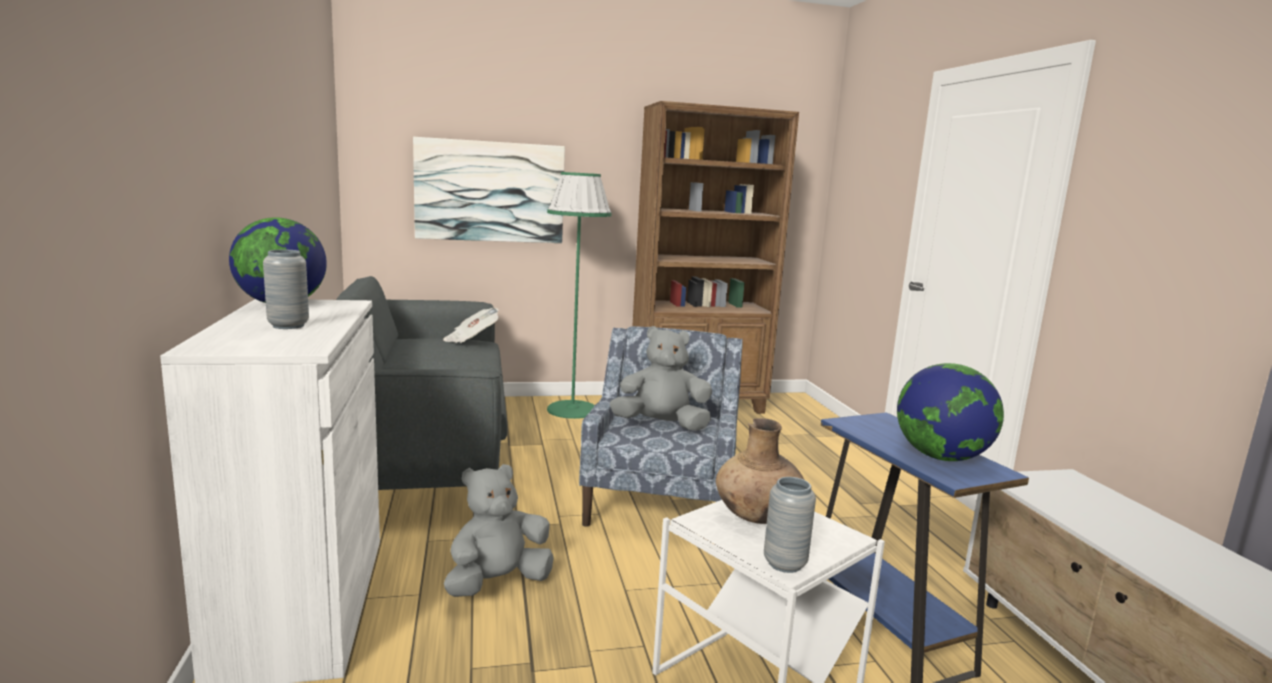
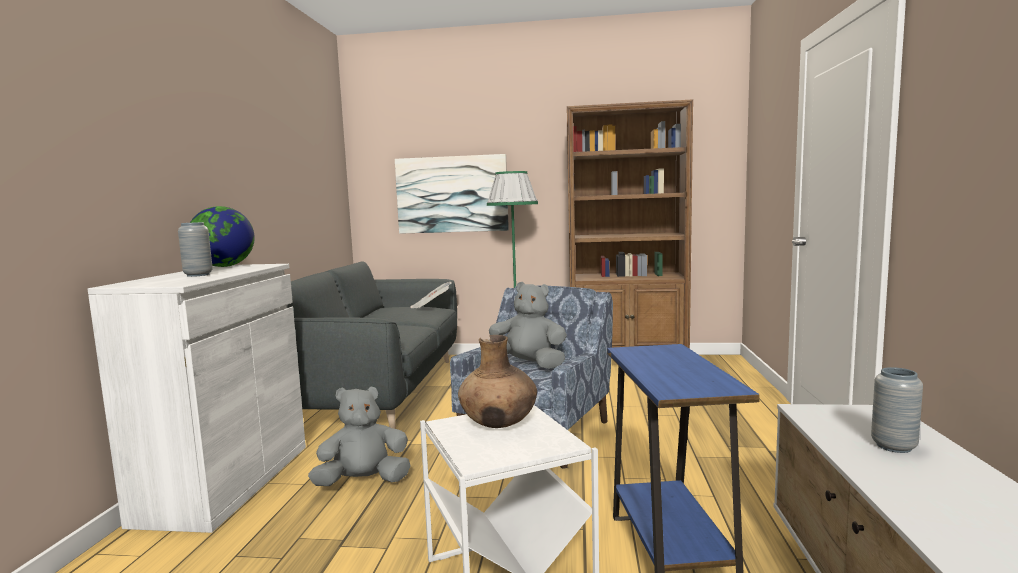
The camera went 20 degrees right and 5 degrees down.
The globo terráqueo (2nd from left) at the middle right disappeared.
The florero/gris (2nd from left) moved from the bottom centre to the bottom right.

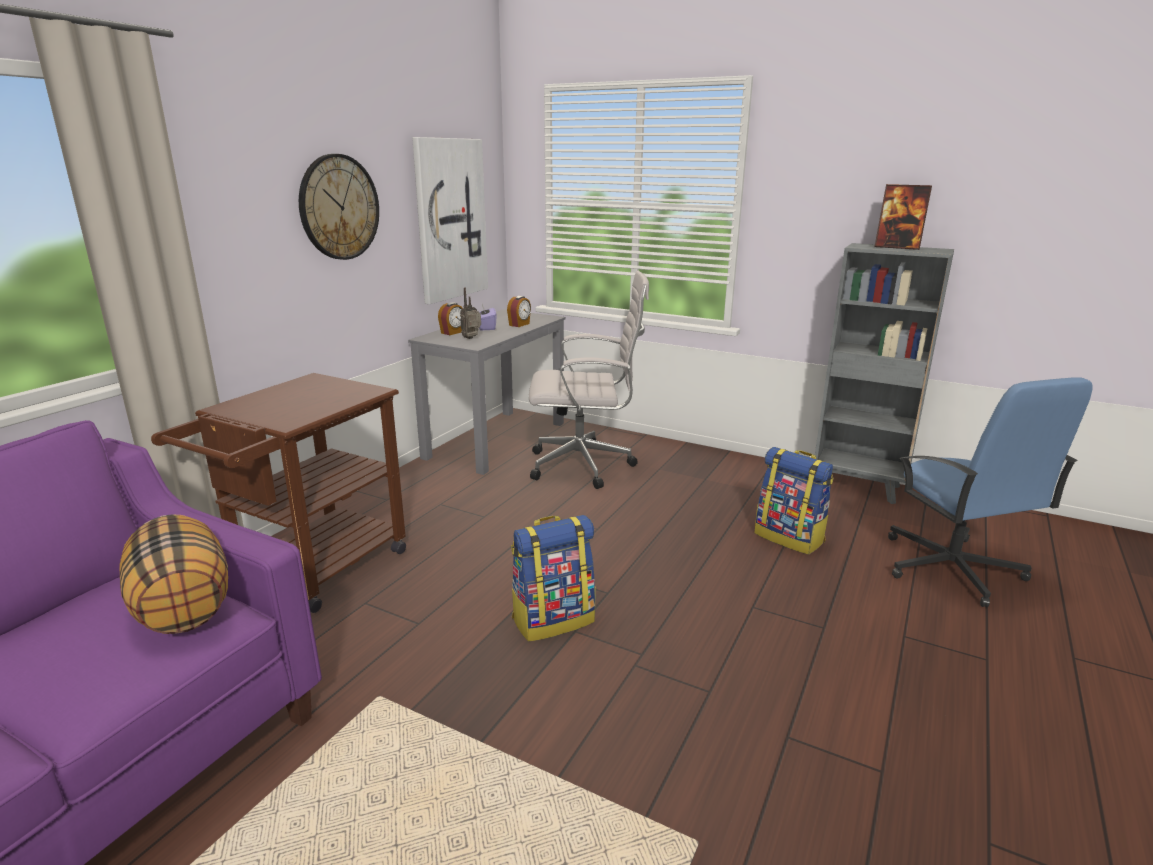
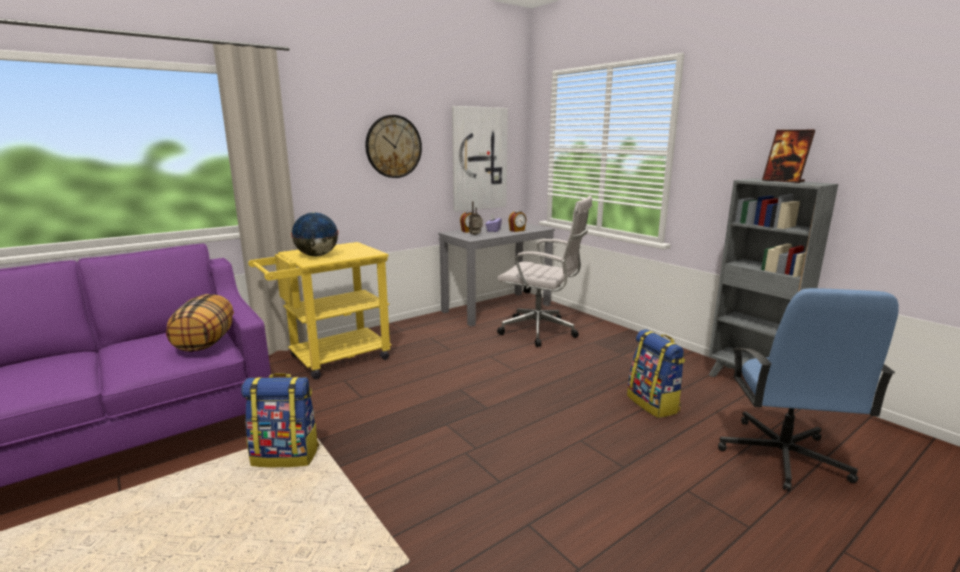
The camera went 25 degrees right and 5 degrees down.
The globo terráqueo at the middle left appeared.
The mochila (1st from left) moved from the bottom centre to the bottom left.
The carrito/marrón at the middle left became the carrito/amarillo at the centre.

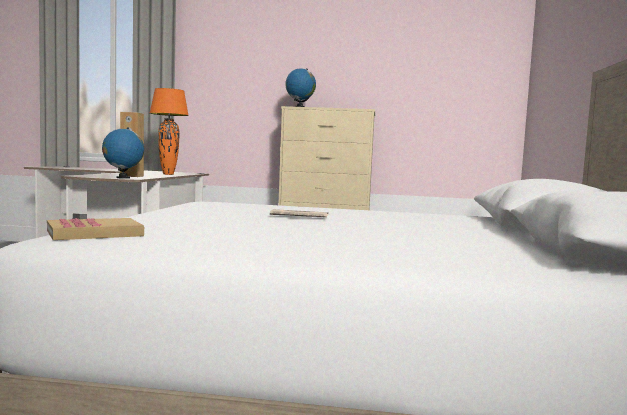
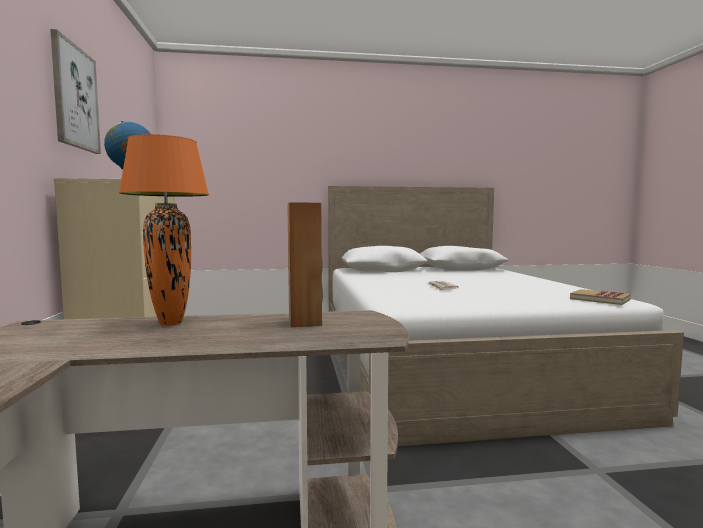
The camera went 105 degrees left and 0 degrees up.
The globo terráqueo (1st from left) at the middle left disappeared.
The cuadro at the top left appeared.

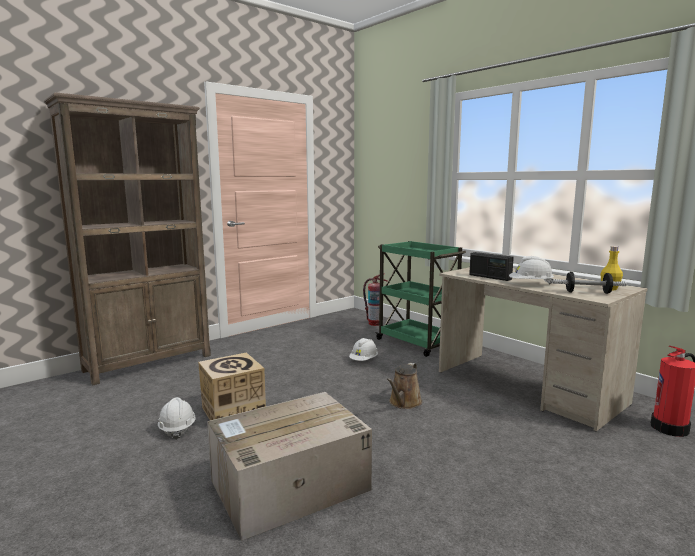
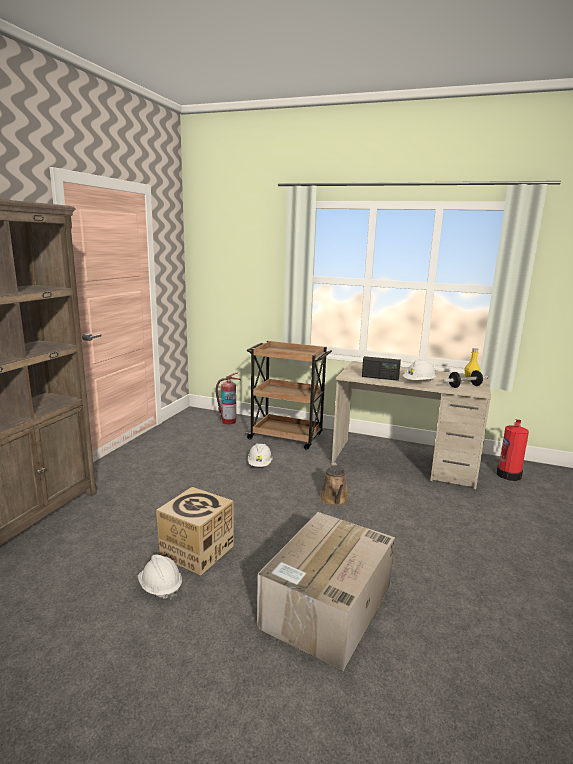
The camera went 30 degrees left and 5 degrees up.
The carrito/verde at the centre became the carrito/marrón at the centre.

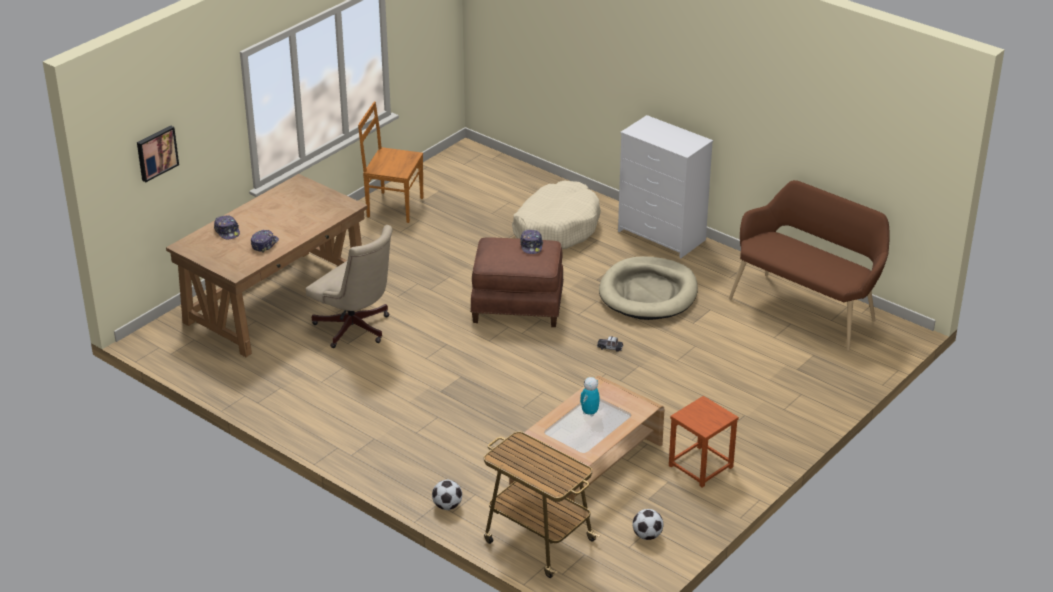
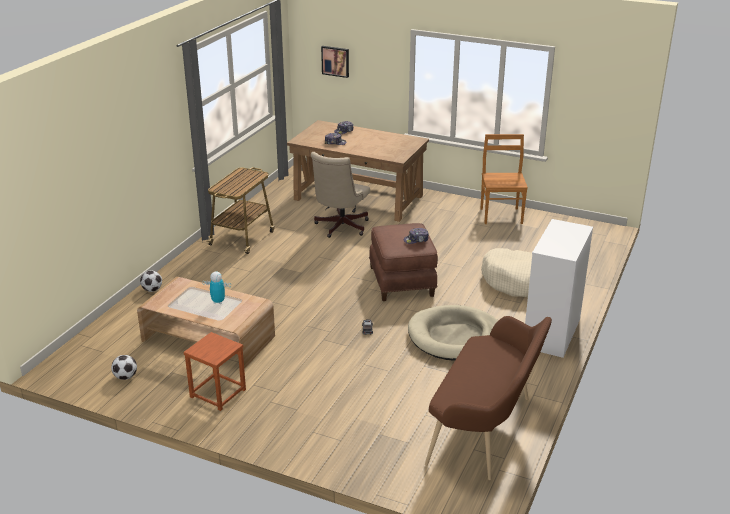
The camera went 75 degrees right and 5 degrees down.
The carrito moved from the bottom centre to the middle left.

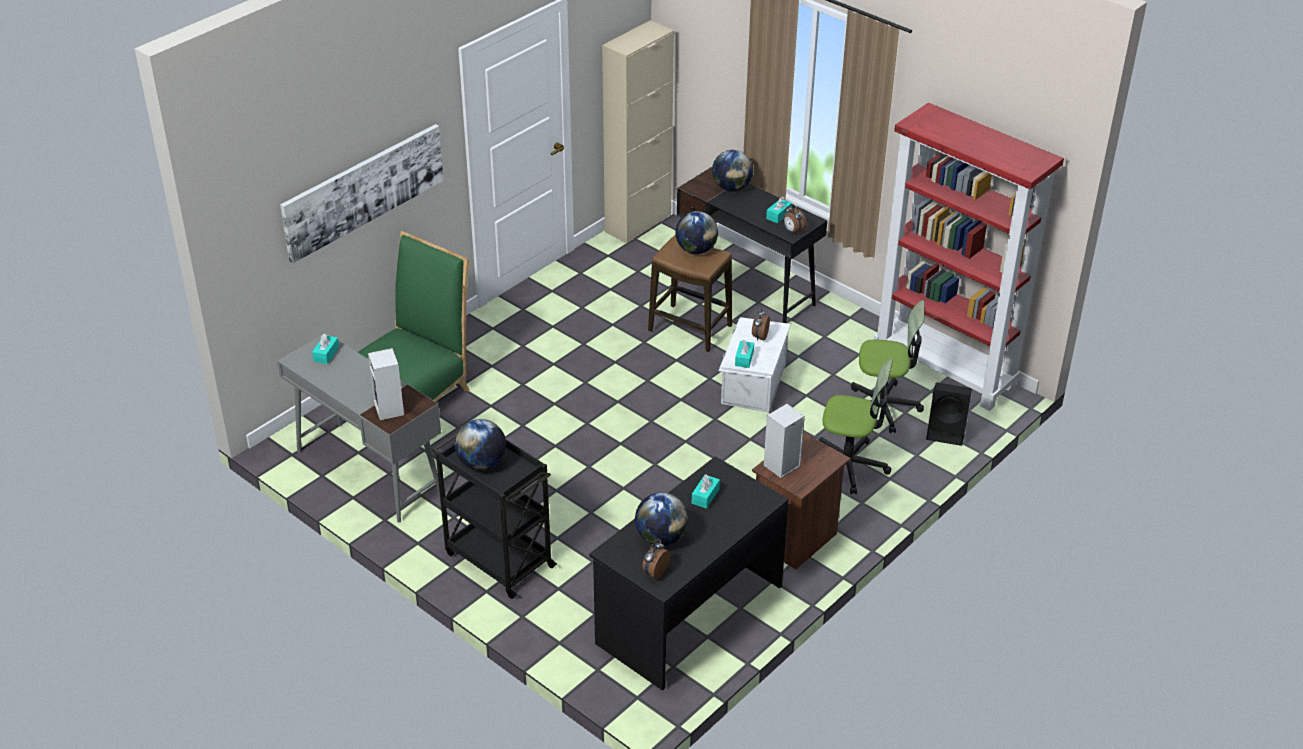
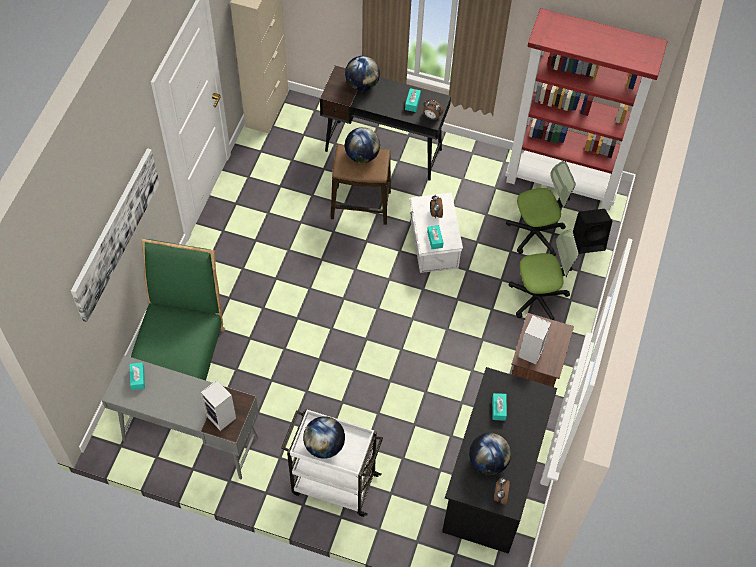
The camera went 25 degrees left and 20 degrees up.
The carrito/negro at the bottom centre became the carrito/blanco at the bottom centre.

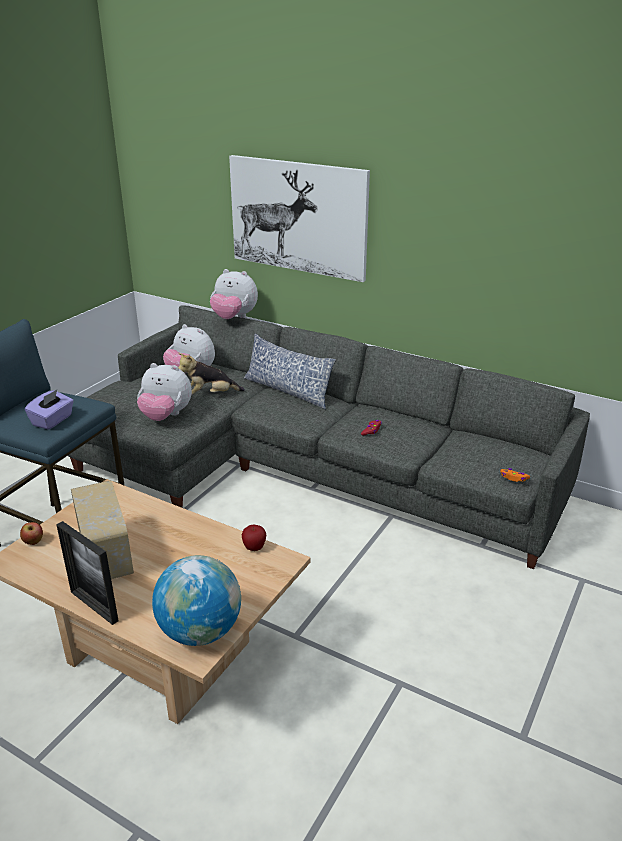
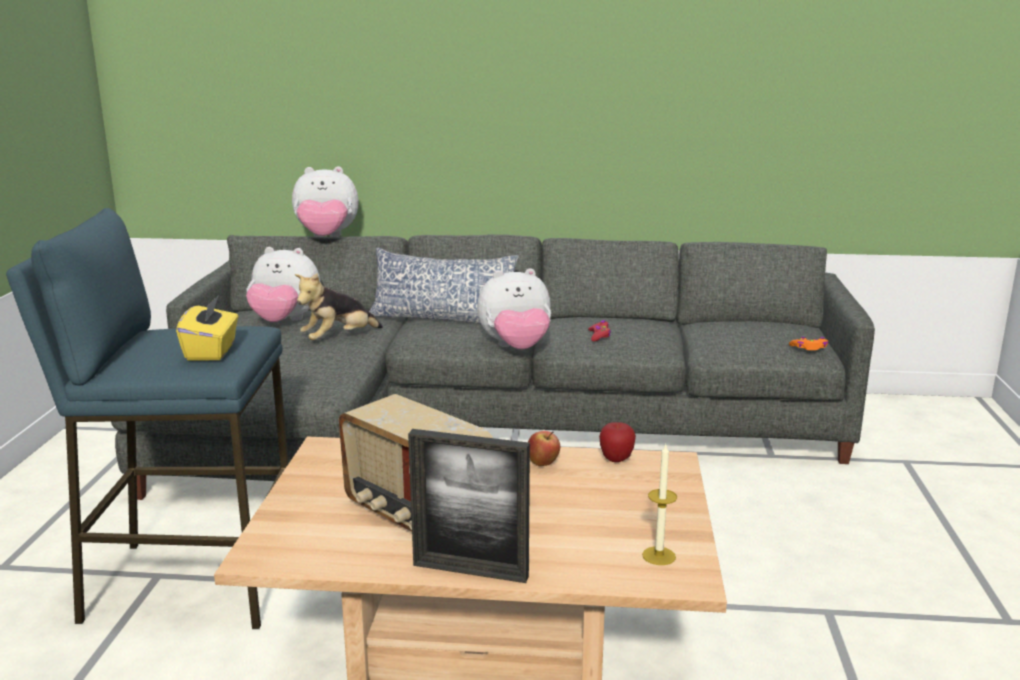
The camera went 25 degrees left and 10 degrees down.
The cuadro at the top centre disappeared.
The manzana (1st from left) moved from the middle left to the centre.
The peluche (1st from left in the first image) moved from the middle left to the centre.
The globo terráqueo at the bottom left was replaced by the vela at the bottom centre.
The caja de pañuelos/morado at the middle left became the caja de pañuelos/amarillo at the middle left.

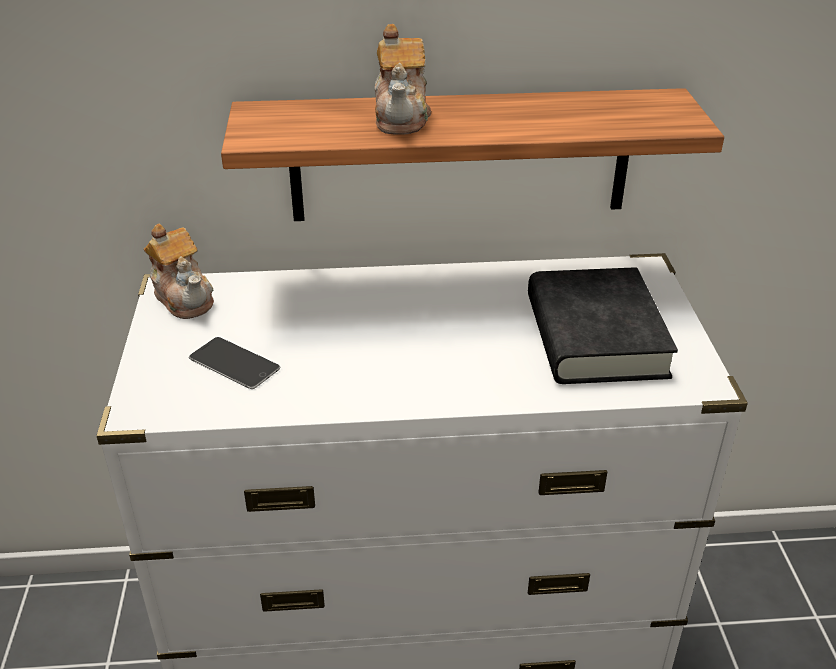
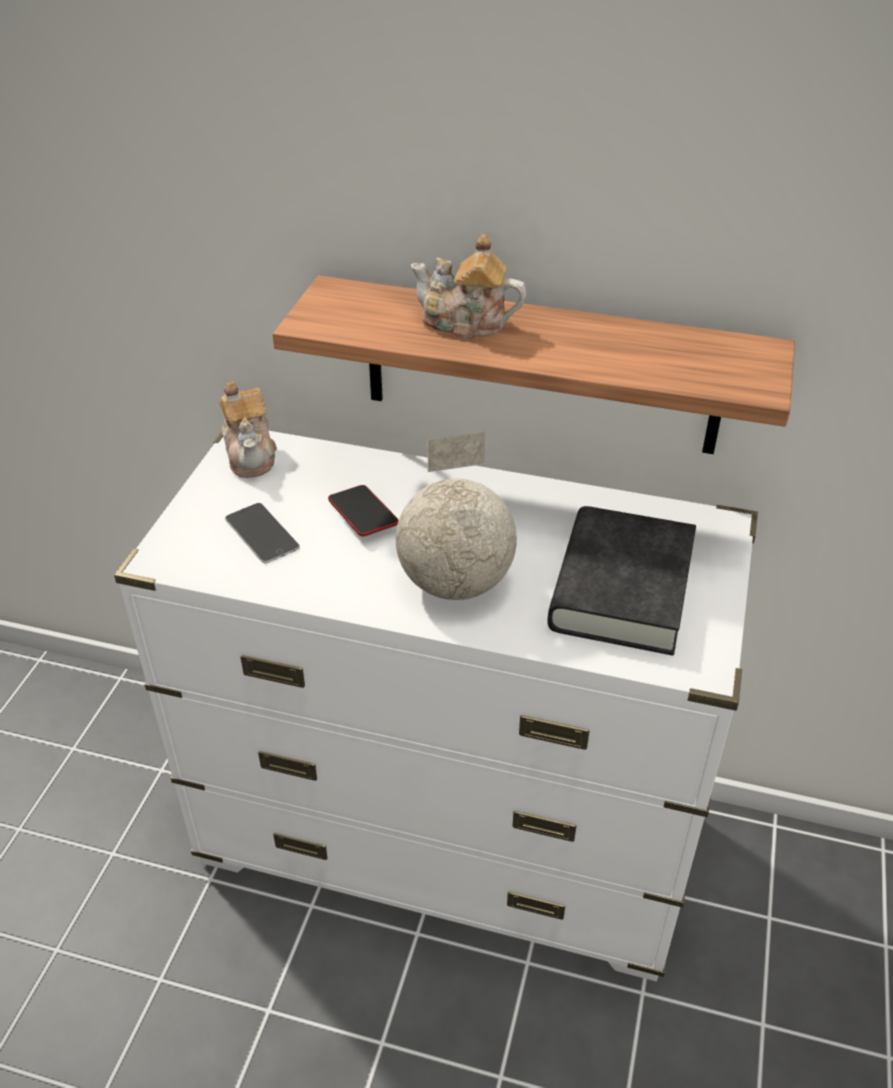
The camera went 20 degrees right and 5 degrees up.
The móvil (2nd from left) at the centre appeared.
The globo terráqueo at the centre appeared.
The tetera (2nd from left) at the top centre turned 90 degrees clockwise.

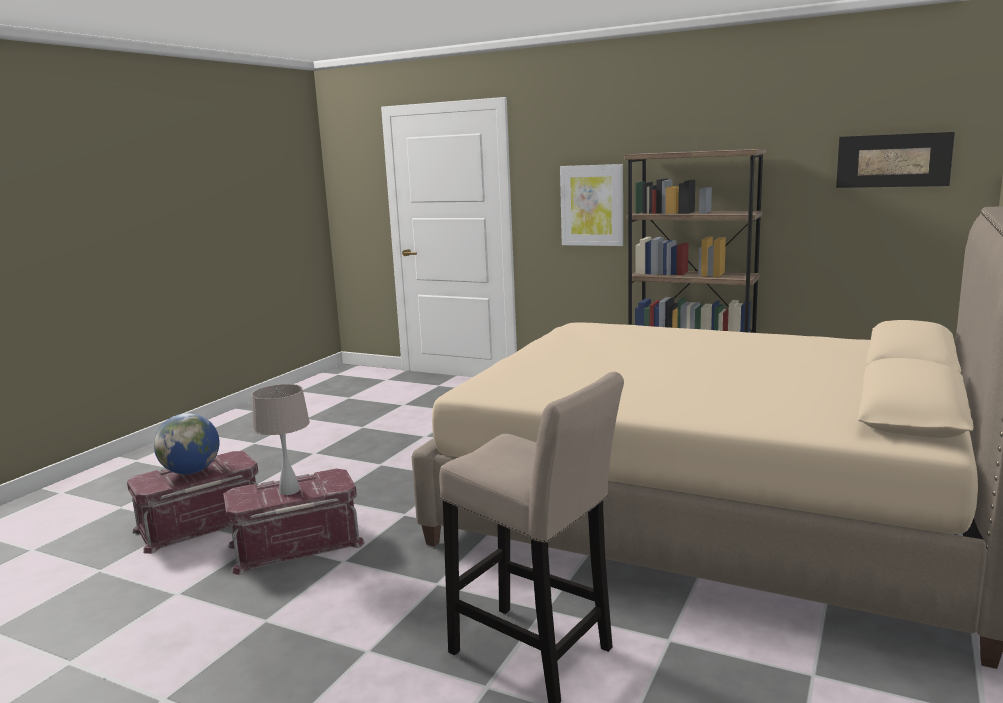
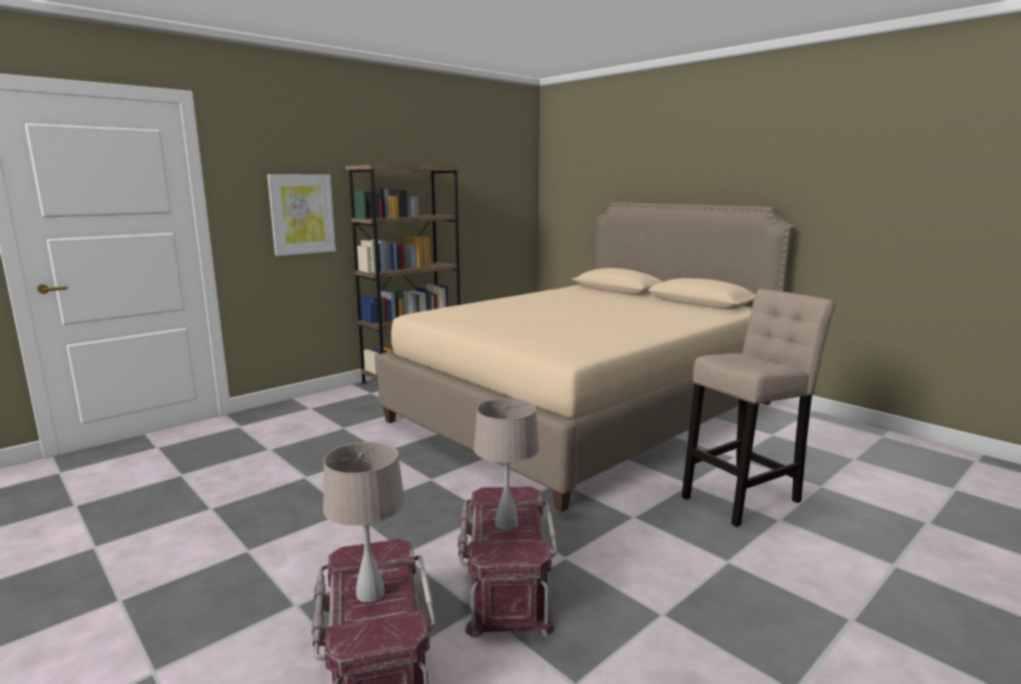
The camera went 70 degrees left and 0 degrees up.
The cuadro (2nd from left) at the top right disappeared.
The globo terráqueo at the middle left was replaced by the lámpara de mesa/beis (1st from left) at the bottom centre.

